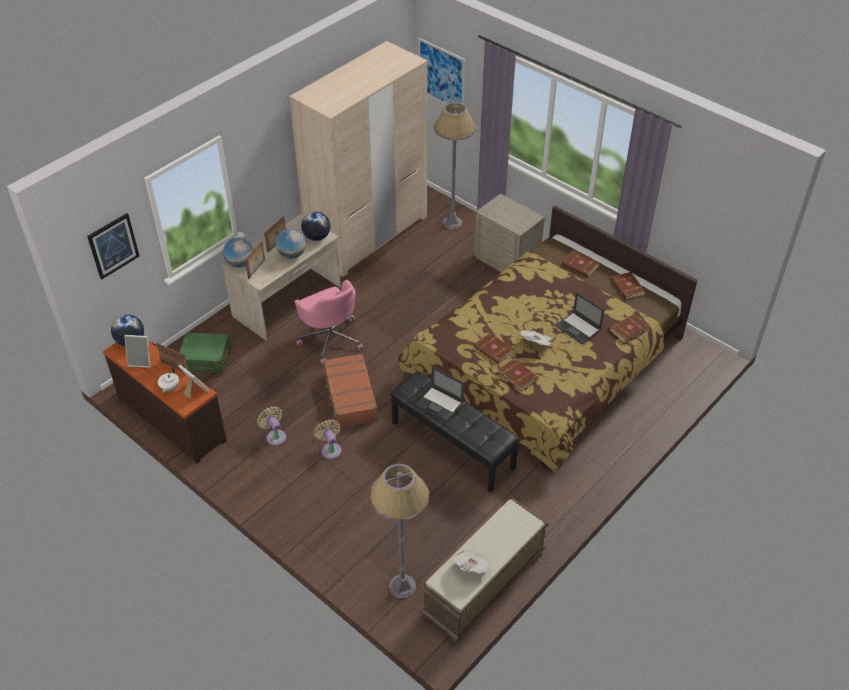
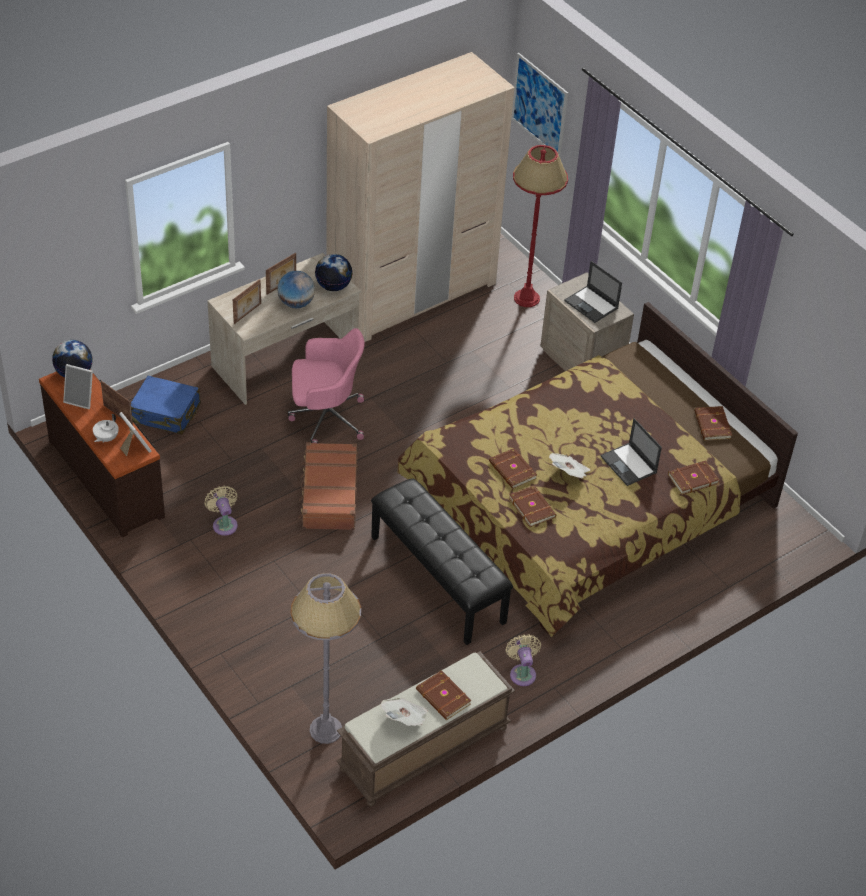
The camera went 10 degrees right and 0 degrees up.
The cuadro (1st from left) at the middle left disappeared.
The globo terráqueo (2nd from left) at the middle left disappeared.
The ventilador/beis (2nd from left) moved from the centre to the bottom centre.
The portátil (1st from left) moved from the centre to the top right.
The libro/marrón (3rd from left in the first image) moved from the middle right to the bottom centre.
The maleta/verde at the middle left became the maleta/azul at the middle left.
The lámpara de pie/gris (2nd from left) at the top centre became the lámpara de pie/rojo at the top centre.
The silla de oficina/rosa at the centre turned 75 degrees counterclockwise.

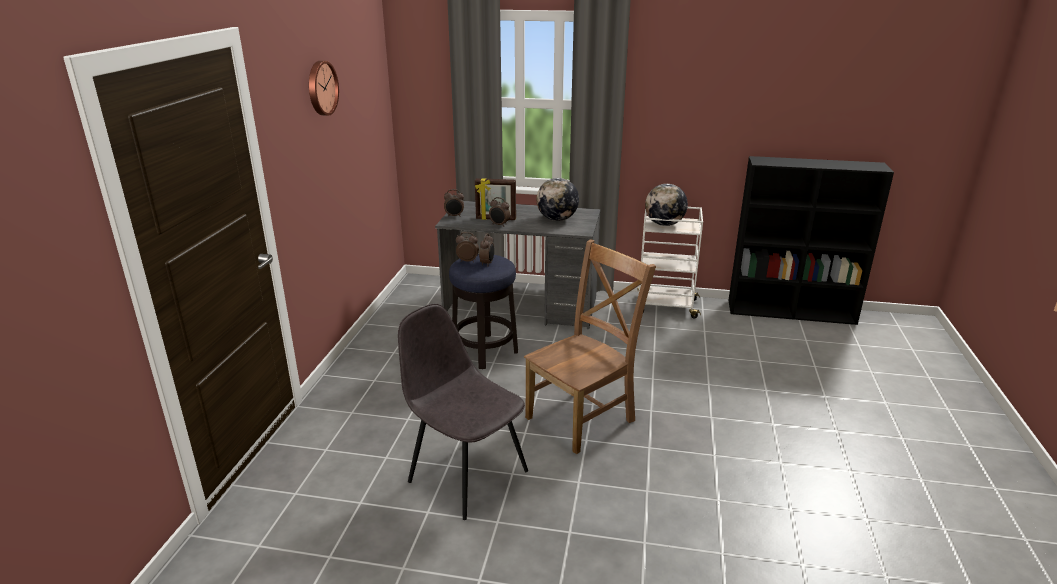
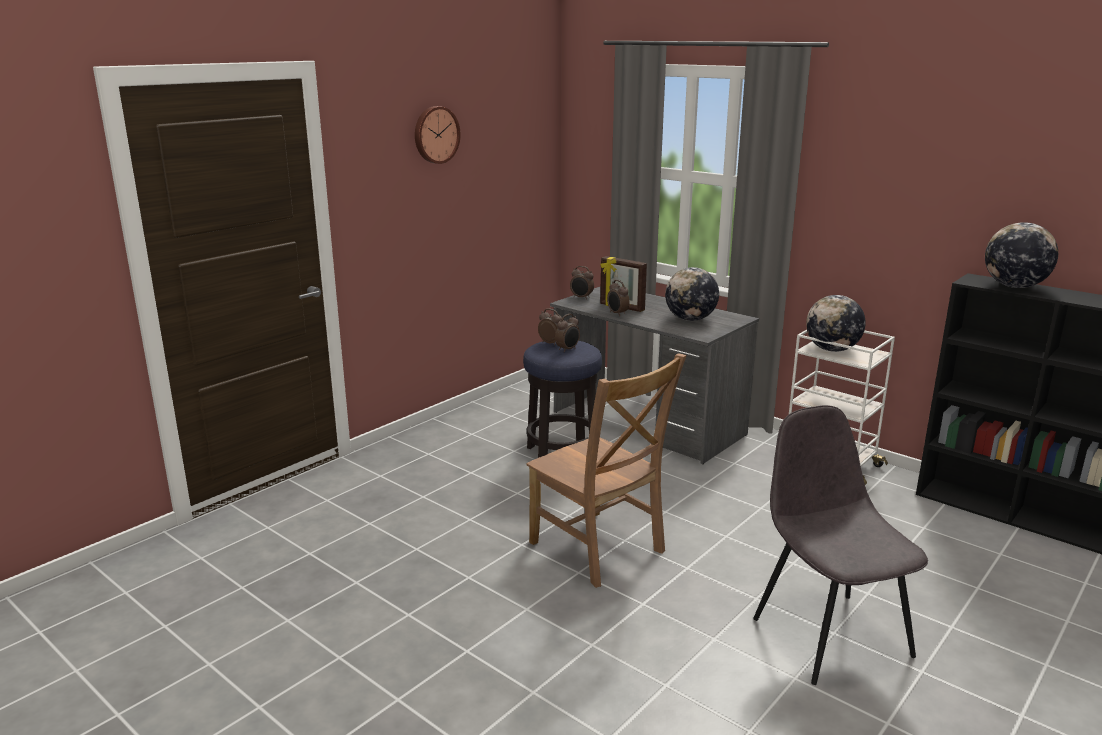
The camera went 30 degrees right and 5 degrees down.
The globo terráqueo (3rd from left) at the middle right appeared.
The silla/gris moved from the bottom centre to the bottom right.
The silla/marrón at the centre turned 60 degrees clockwise.

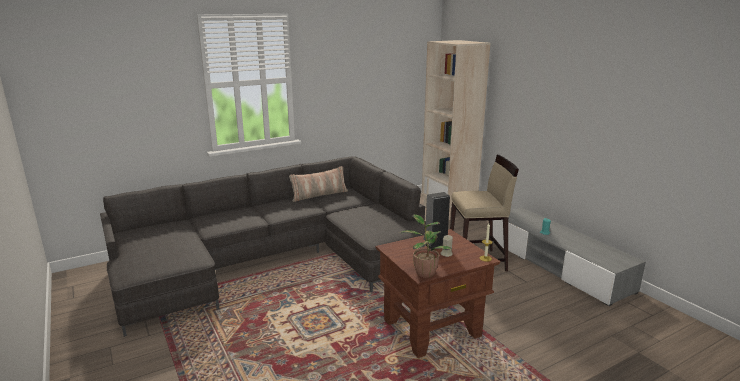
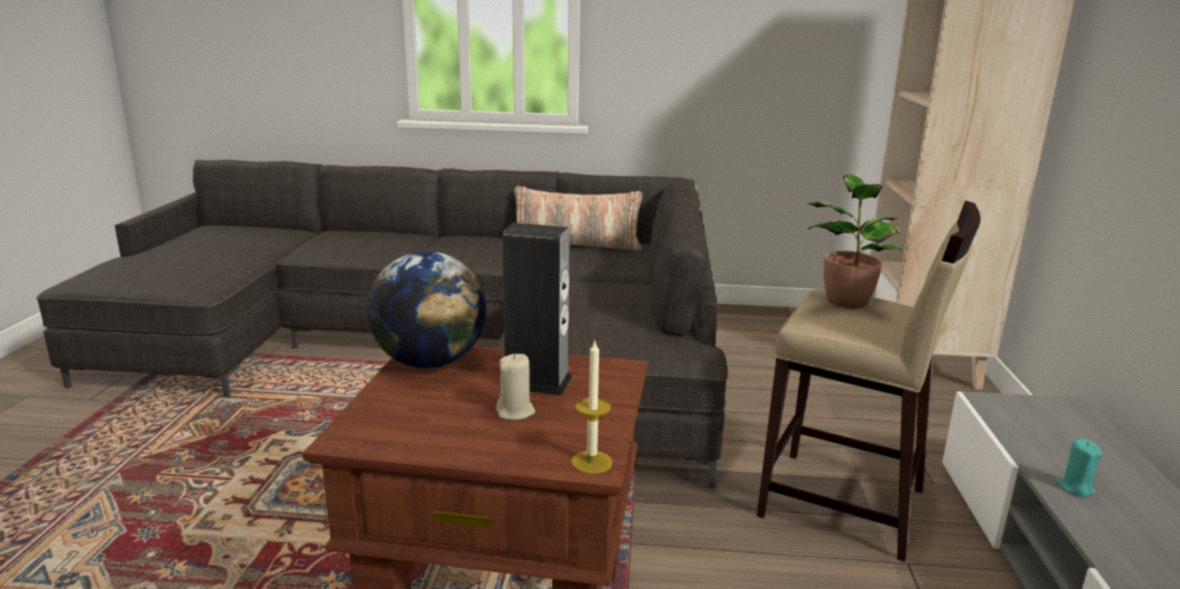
The camera went 35 degrees right and 0 degrees up.
The globo terráqueo at the centre appeared.
The planta en maceta moved from the centre to the middle right.

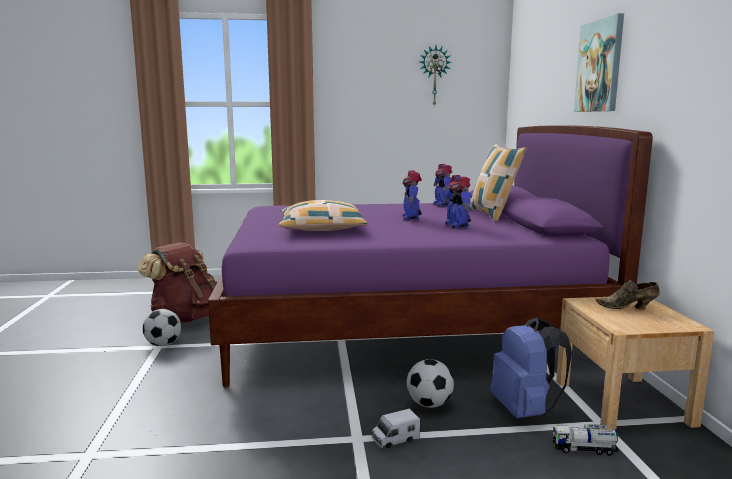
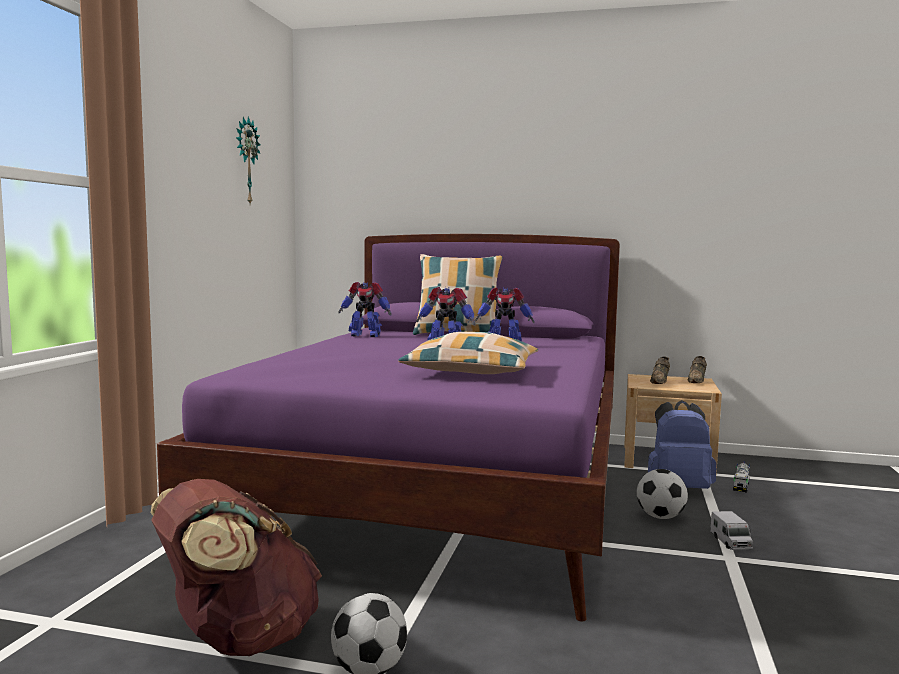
The camera went 70 degrees left and 5 degrees down.
The cuadro at the top right disappeared.
The zapato/marrón (2nd from left) at the middle right appeared.

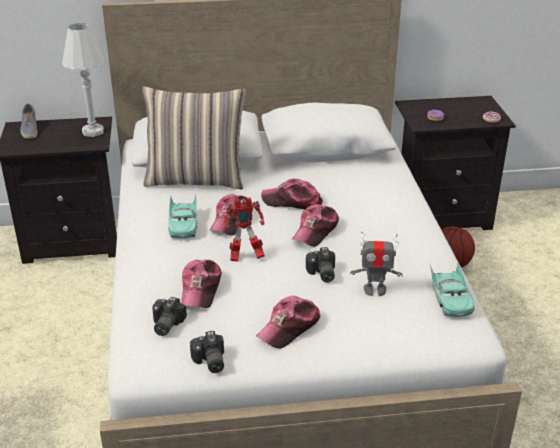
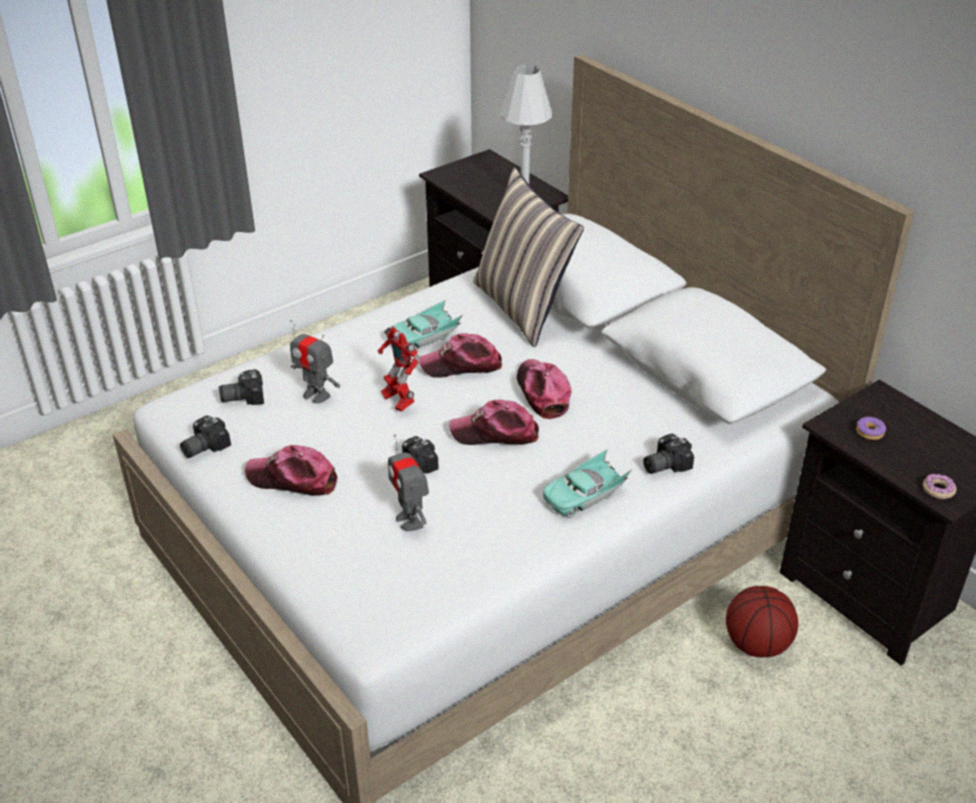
The camera went 60 degrees right and 5 degrees up.
The zapato at the top left disappeared.
The cámara (4th from left) at the middle right appeared.
The coche de juguete/turquesa (2nd from left) moved from the middle right to the centre.
The gorra (1st from left) at the centre was replaced by the robot de juguete (1st from left) at the middle left.

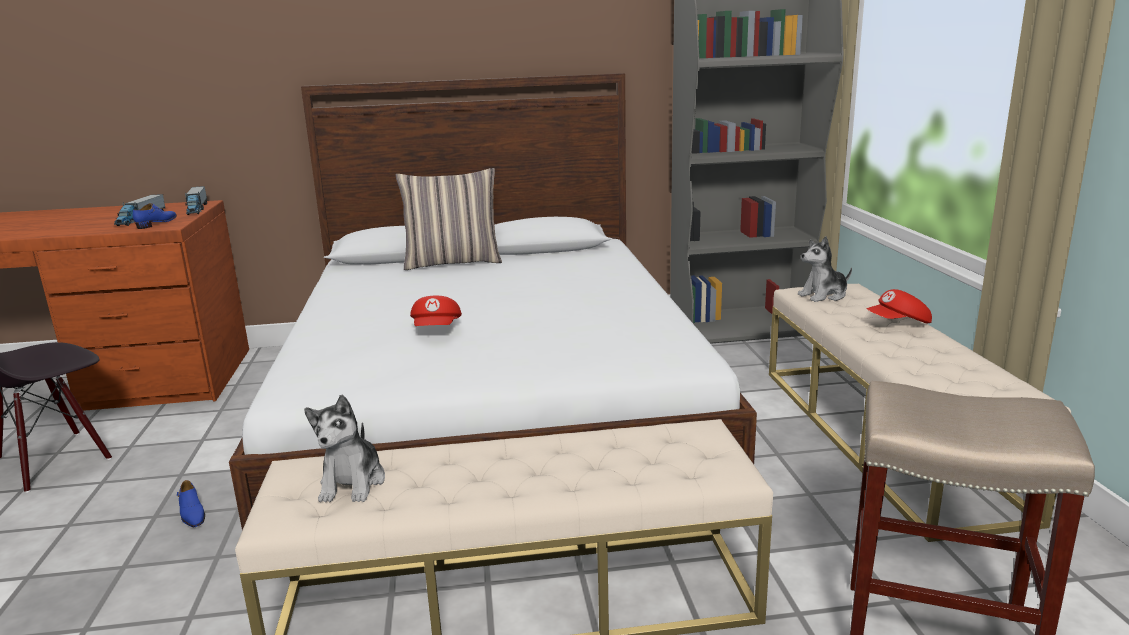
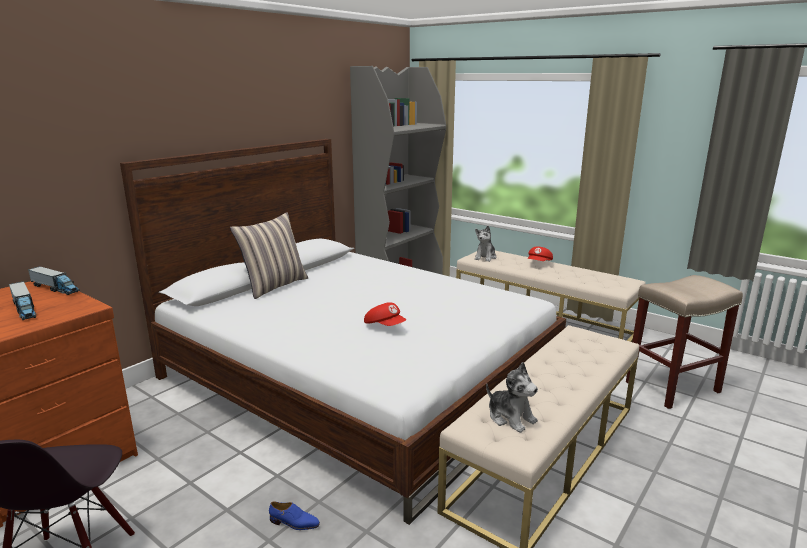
The camera went 45 degrees left and 0 degrees up.
The zapato/azul (1st from left) at the middle left disappeared.

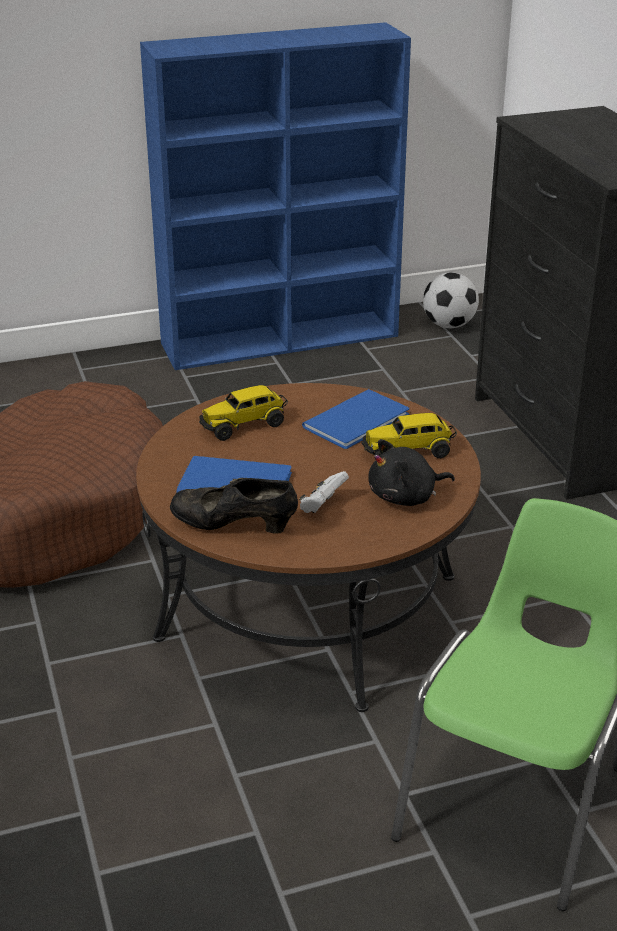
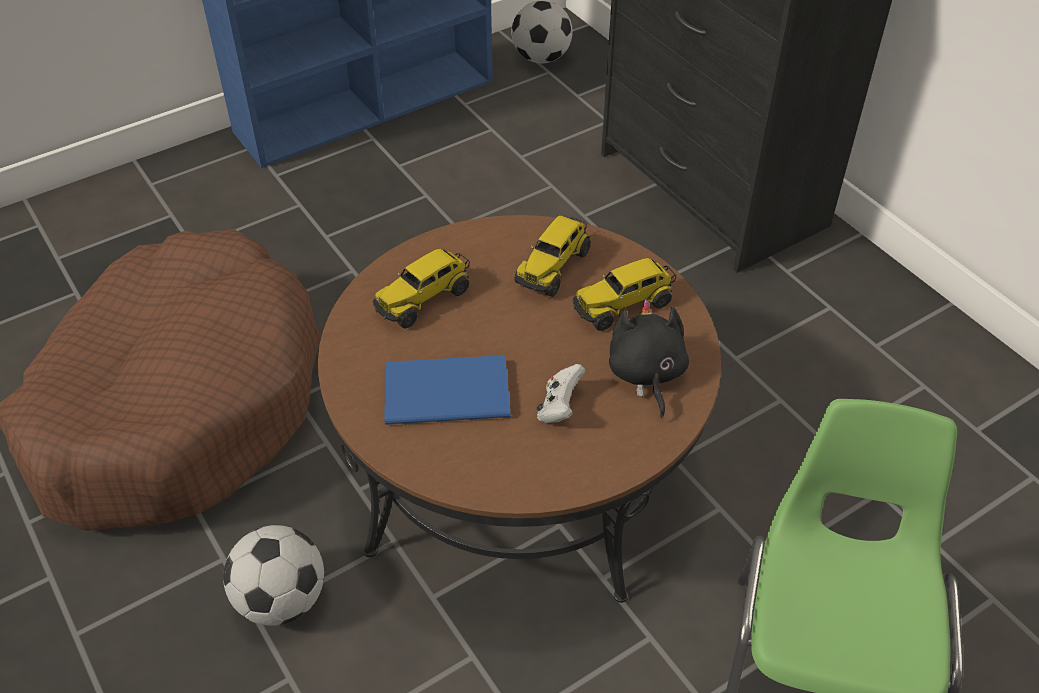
The camera went 15 degrees left and 15 degrees up.
The zapato/negro at the centre disappeared.
The balón de fútbol (1st from left) at the bottom left appeared.
The libro/azul (2nd from left) at the centre was replaced by the camión de juguete (2nd from left) at the centre.
The peluche/negro at the centre turned 120 degrees clockwise.

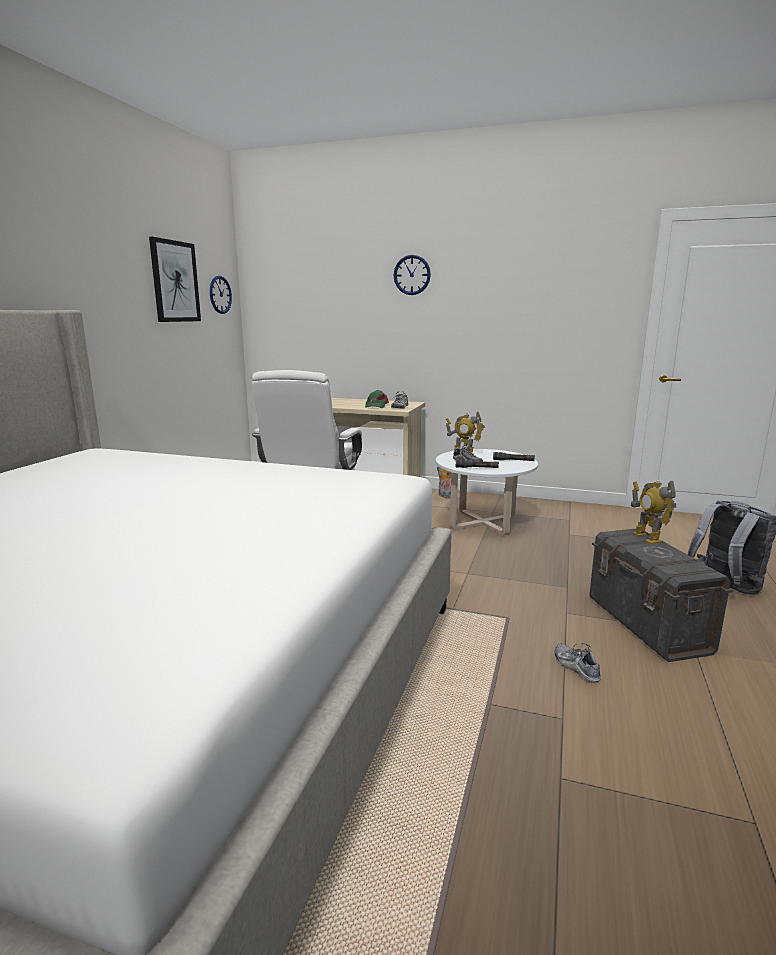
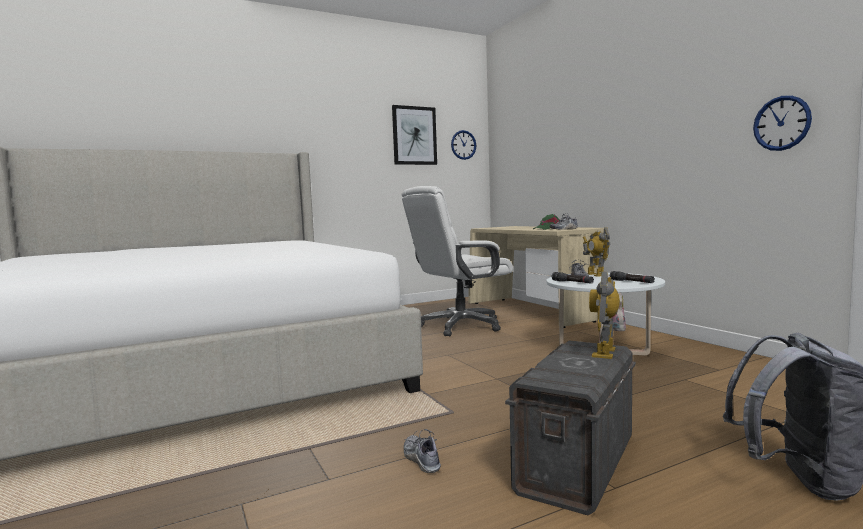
The camera went 45 degrees right and 10 degrees down.
The reloj de pared (2nd from left) moved from the top centre to the top right.
The zapato (3rd from left in the first image) at the bottom right turned 45 degrees counterclockwise.

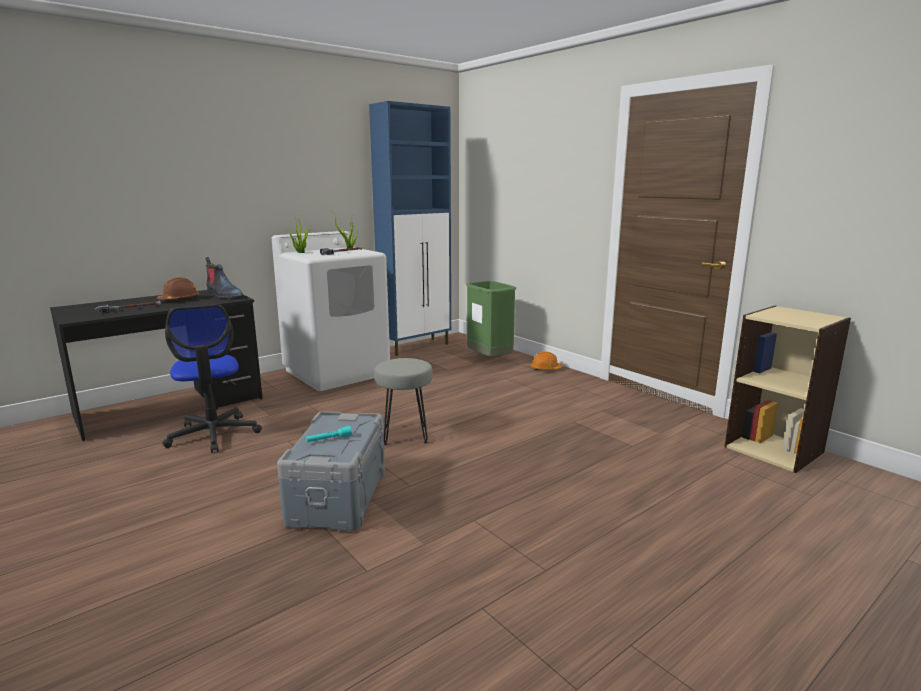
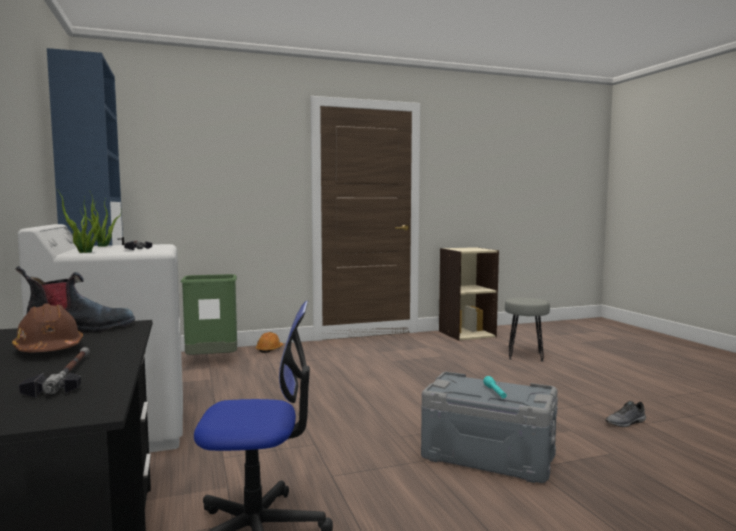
The camera went 70 degrees left and 10 degrees down.
The zapato/gris at the bottom right appeared.
The taburete/gris moved from the centre to the middle right.

